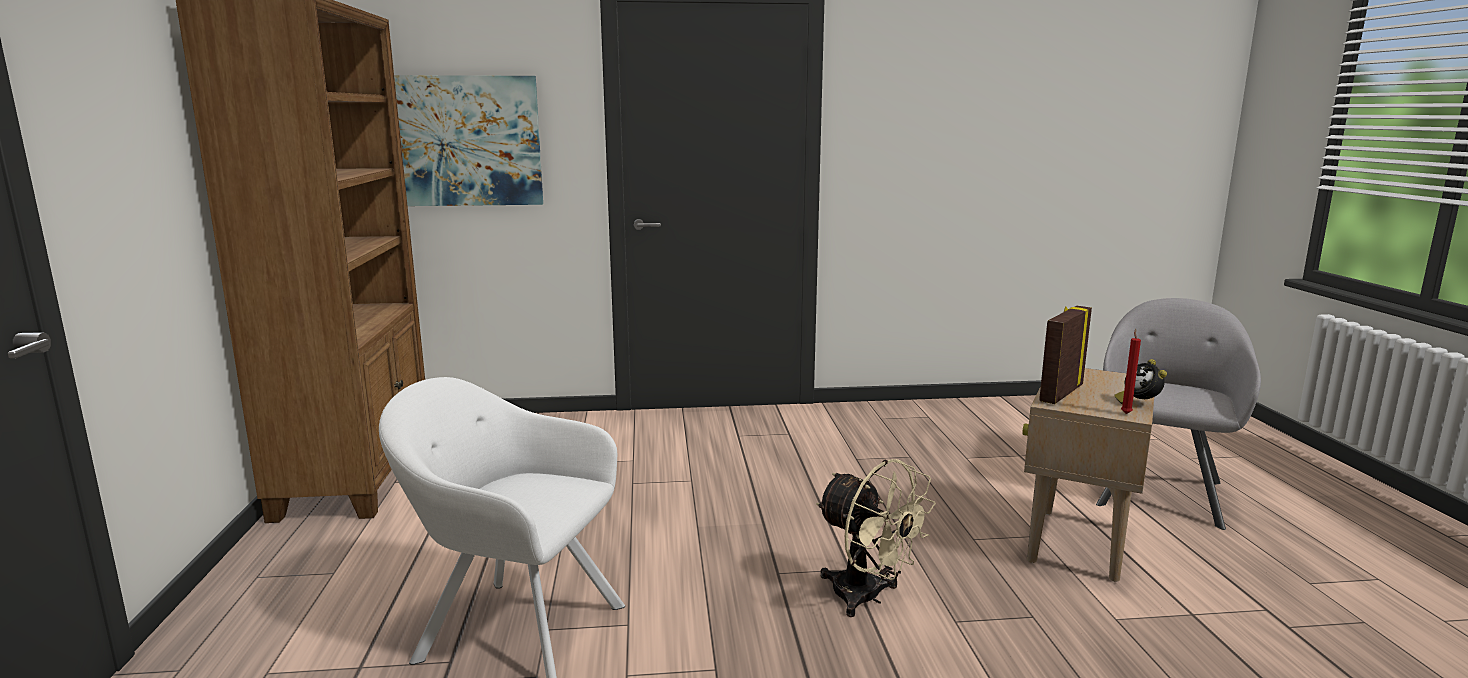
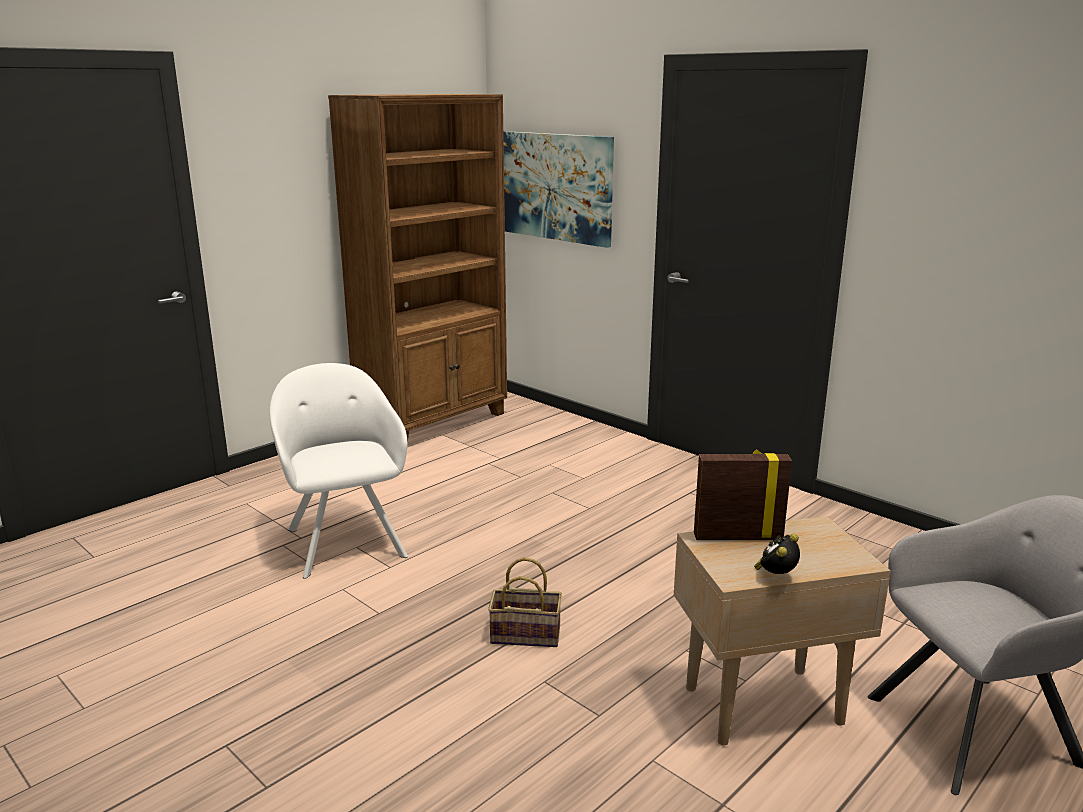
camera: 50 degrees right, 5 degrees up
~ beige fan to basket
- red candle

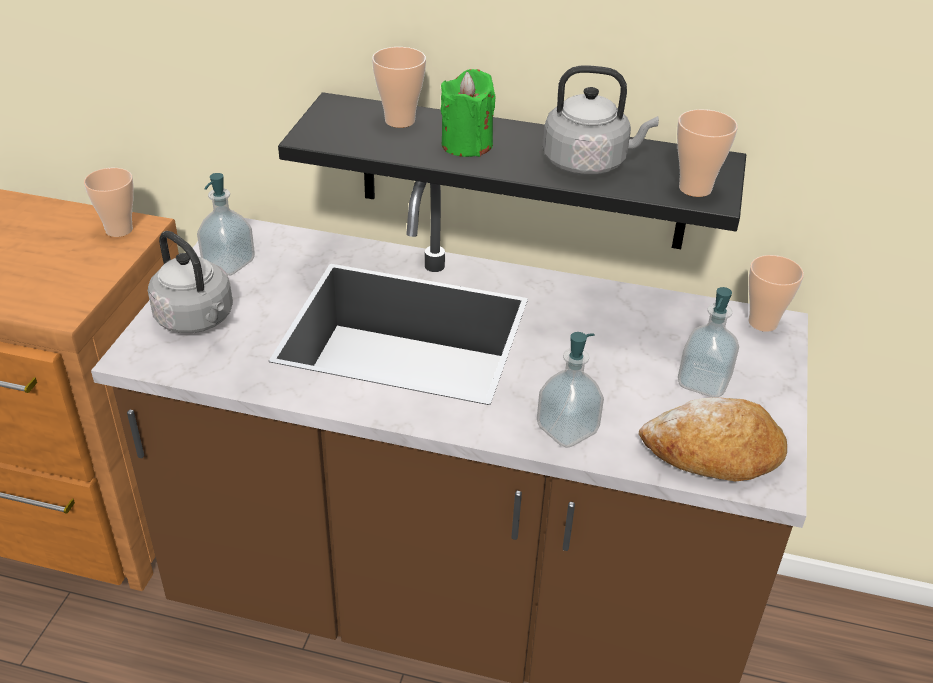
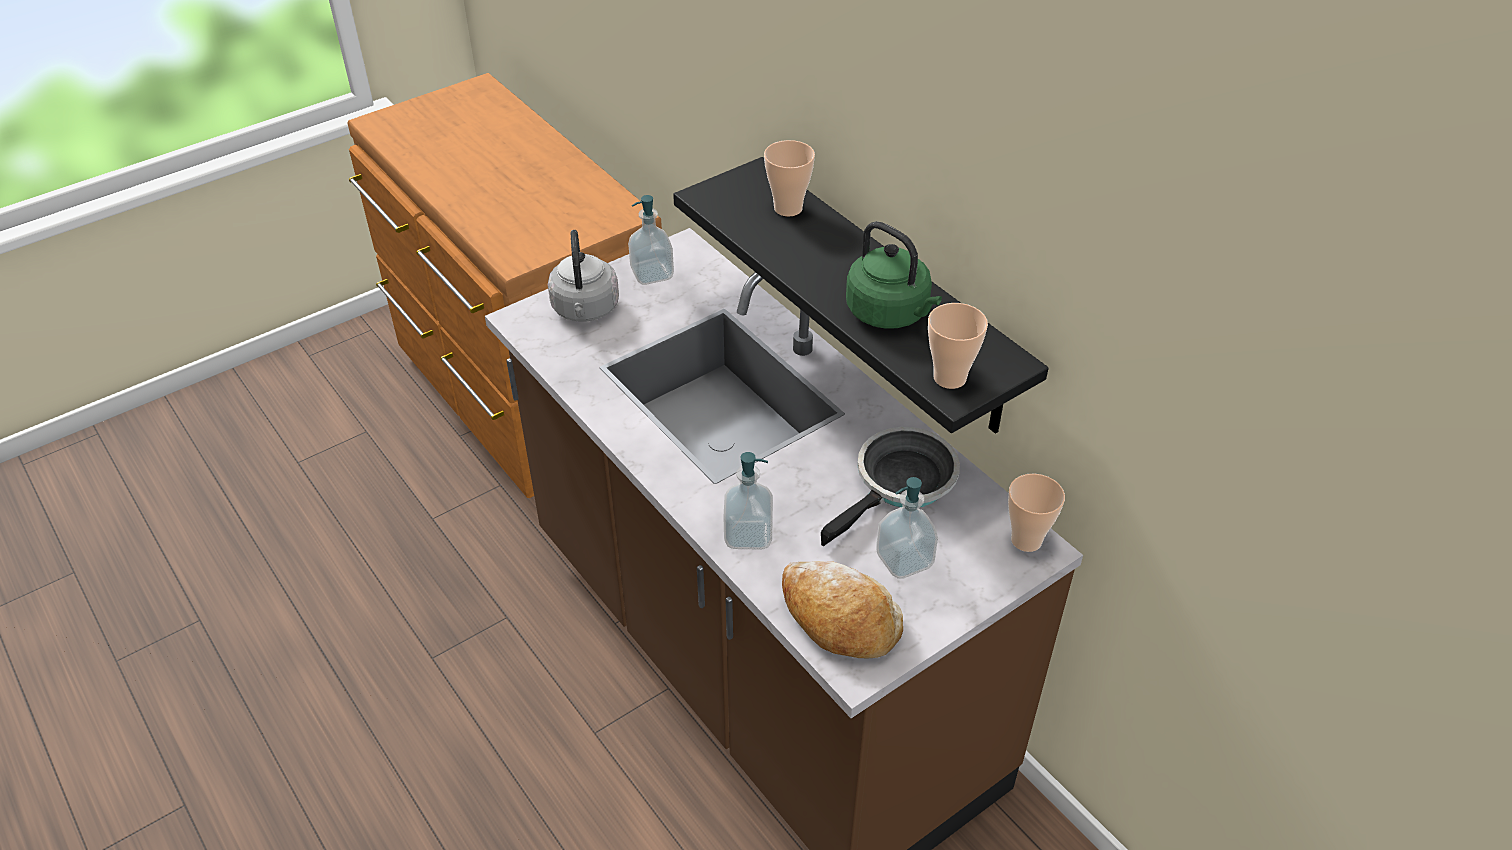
camera: 40 degrees right, 5 degrees up
- cup (1st from left)
- green candle
~ grey kettle (2nd from left) to green kettle
+ frying pan

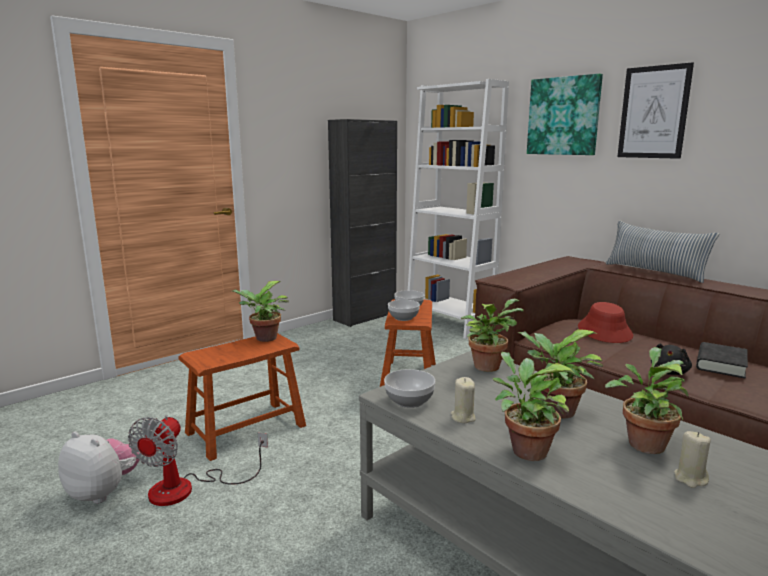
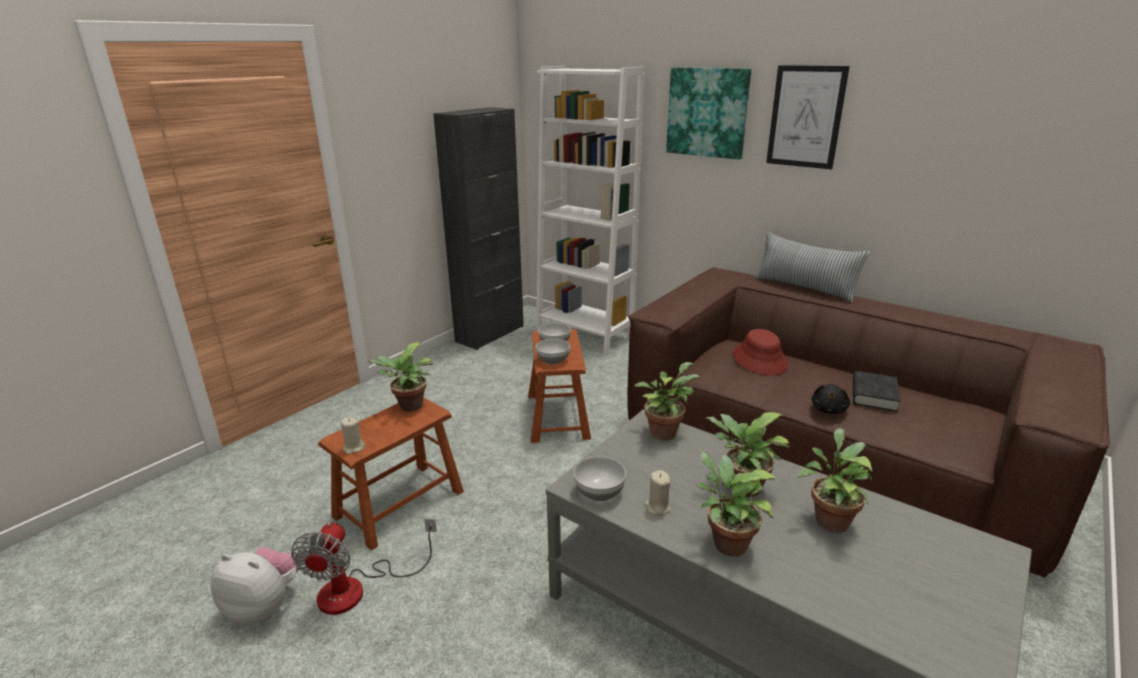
camera: 10 degrees left, 10 degrees up
~ beige candle (2nd from left in the first image) to beige candle (1st from left)

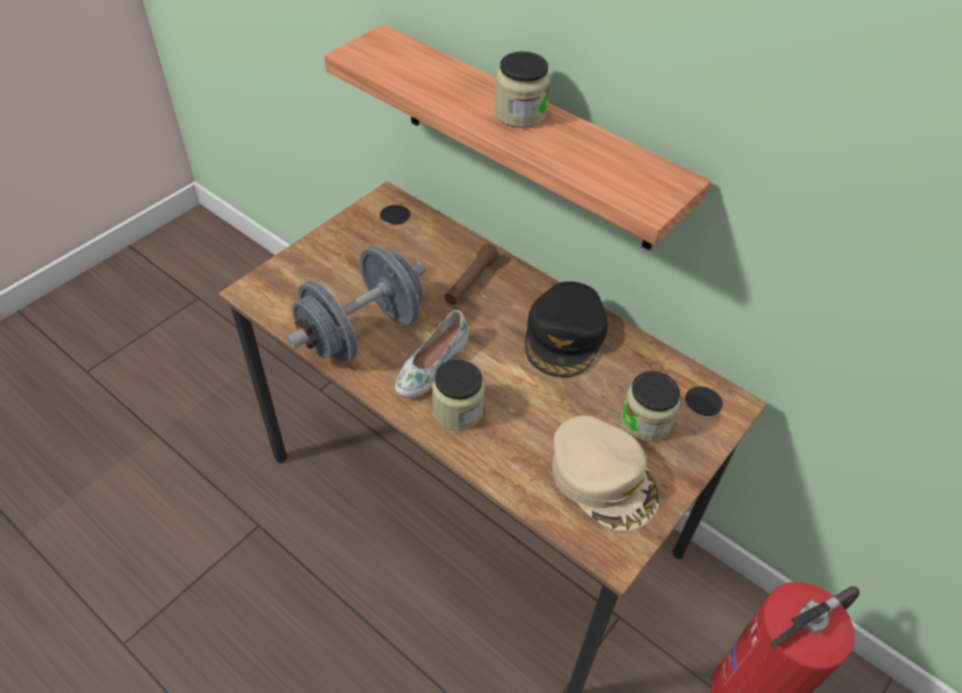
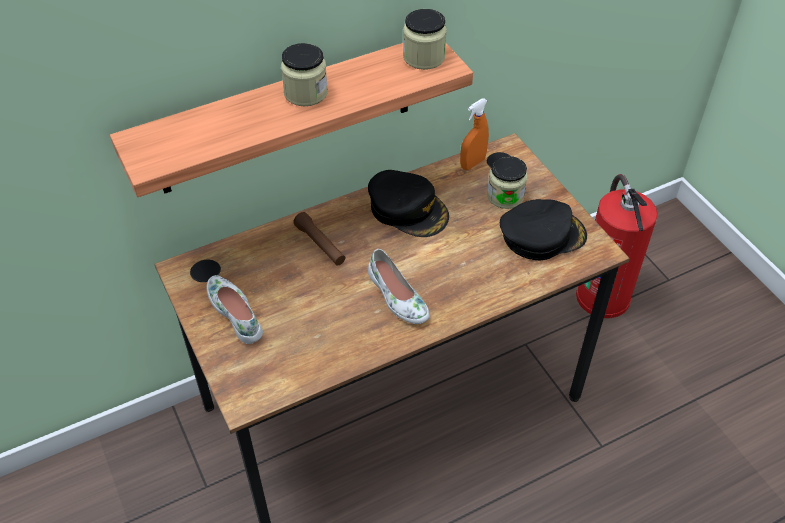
camera: 65 degrees left, 0 degrees up
- grey dumbbell
~ jar (1st from left in the first image) to jar (2nd from left)
~ beige cap to black cap (2nd from left)
+ white shoe (1st from left)
+ orange spray bottle

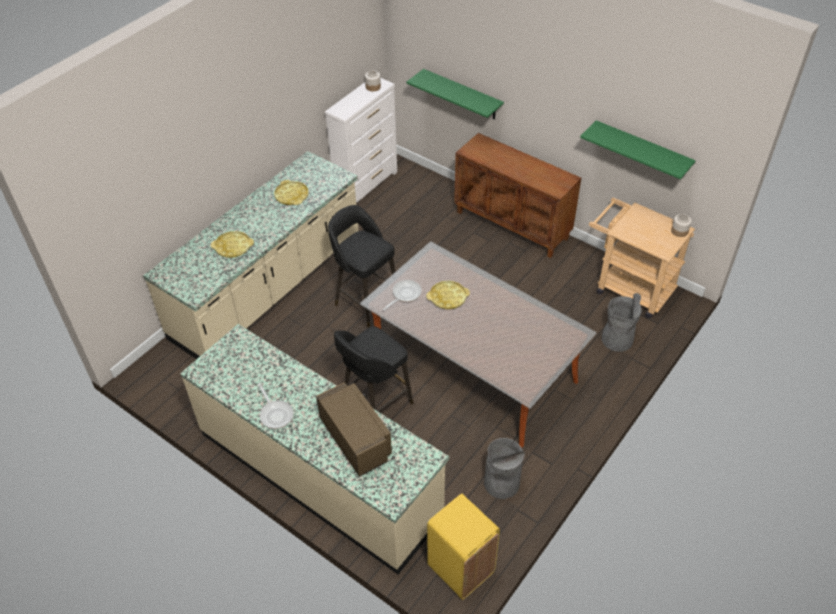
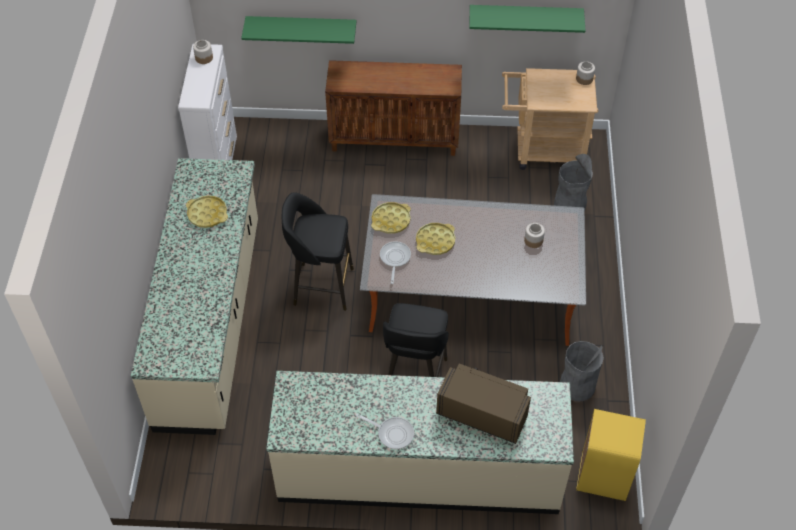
camera: 35 degrees left, 5 degrees up
~ yellow tray (1st from left in the first image) to yellow tray (2nd from left)
+ jar (2nd from left)

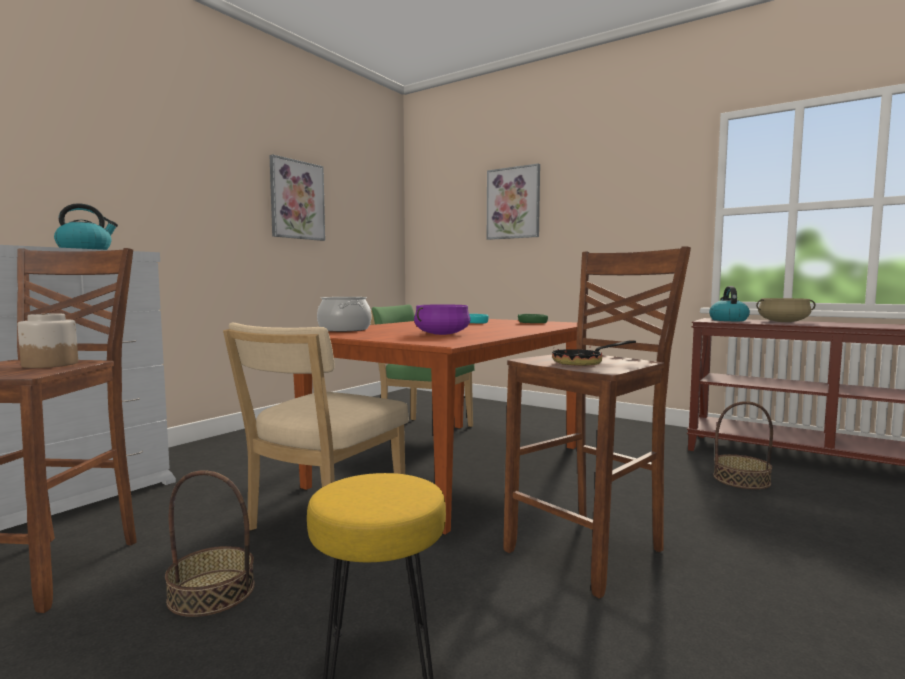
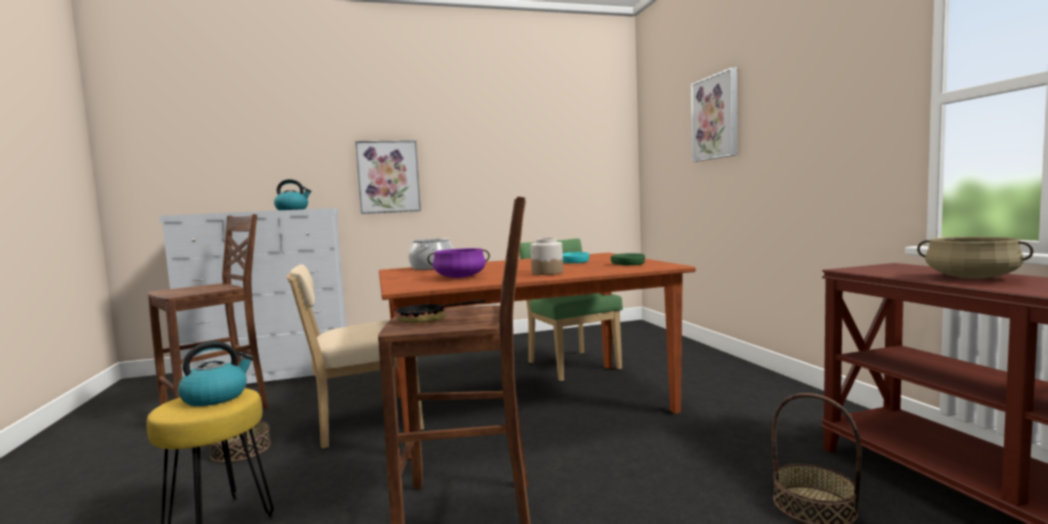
camera: 40 degrees right, 0 degrees up
~ jar
~ picture (1st from left)
~ kettle (2nd from left in the first image) to kettle (1st from left)

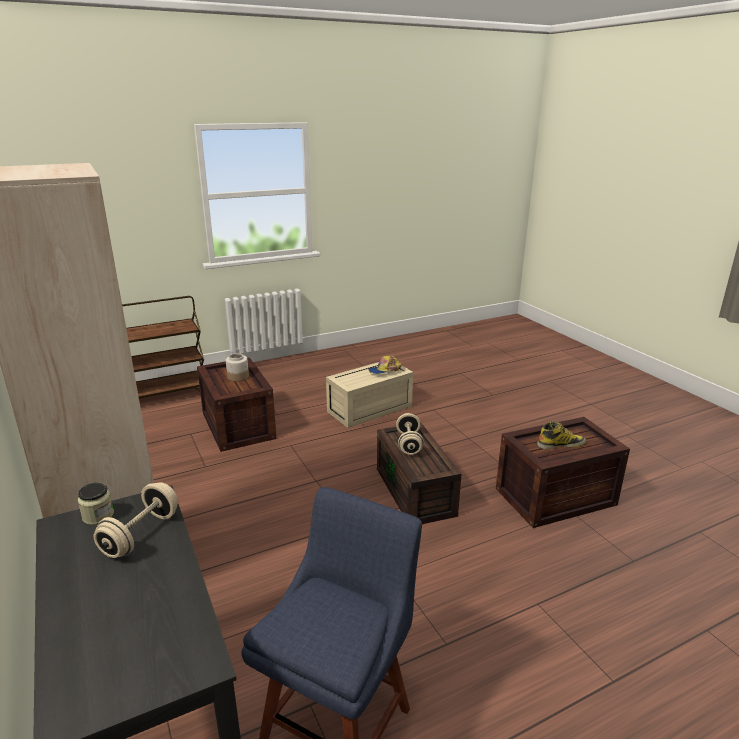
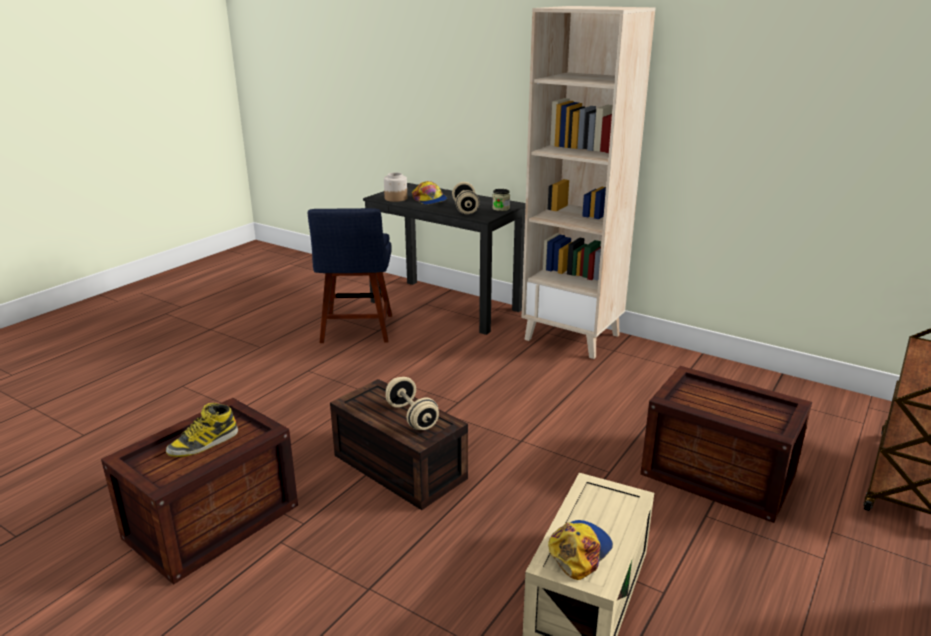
camera: 150 degrees right, 0 degrees up
~ jar (2nd from left in the first image) to jar (1st from left)
+ cap (1st from left)

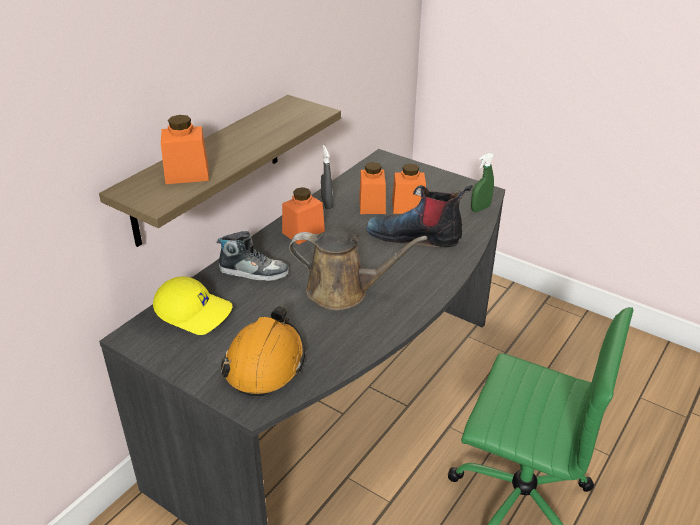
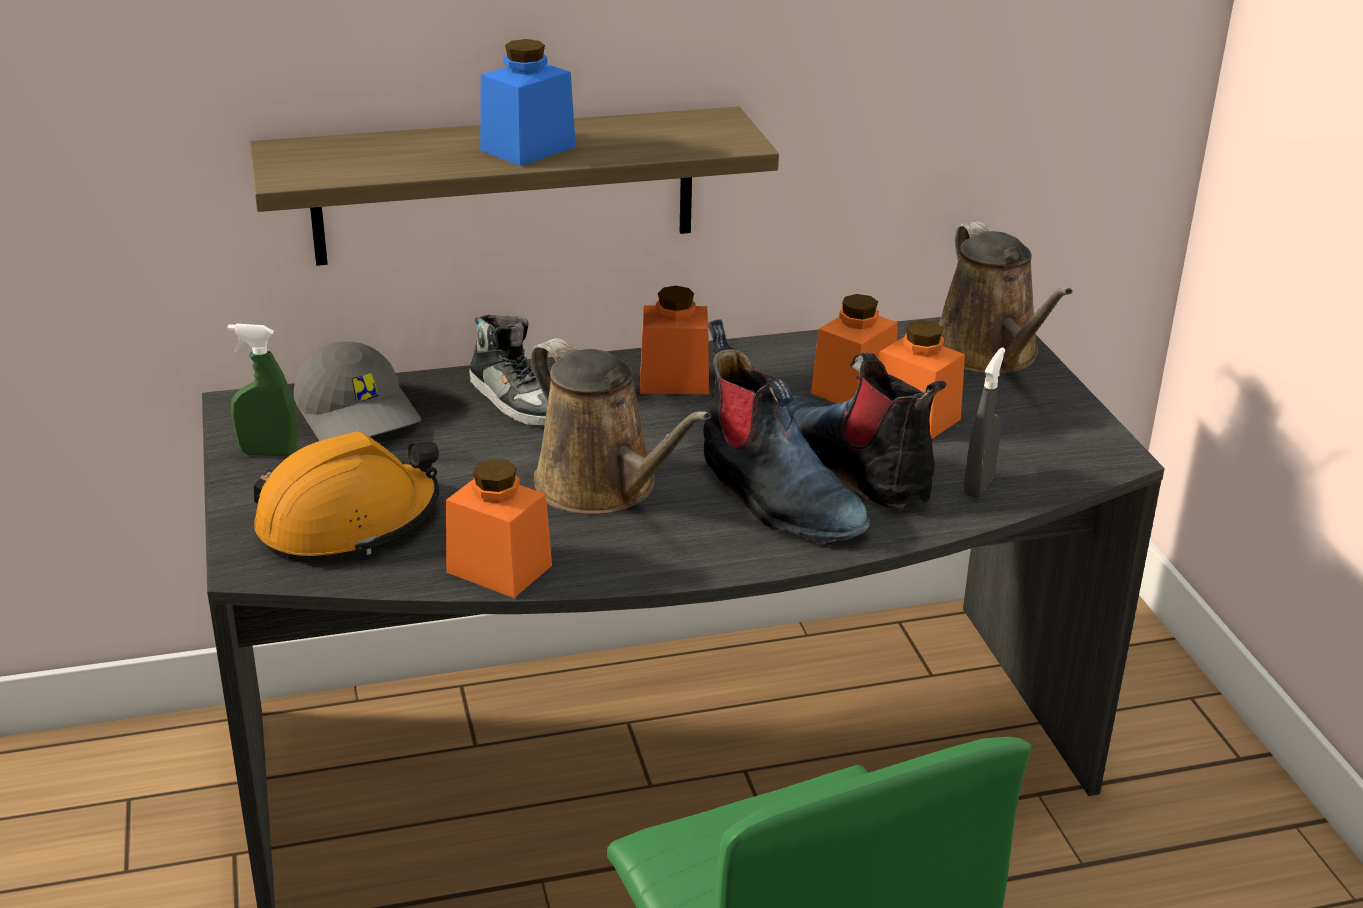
camera: 40 degrees right, 5 degrees down
~ yellow cap to grey cap
~ orange jar (1st from left)
~ grey spray bottle
~ green spray bottle
+ blue jar
+ boot (1st from left)
+ brown watering can (2nd from left)

